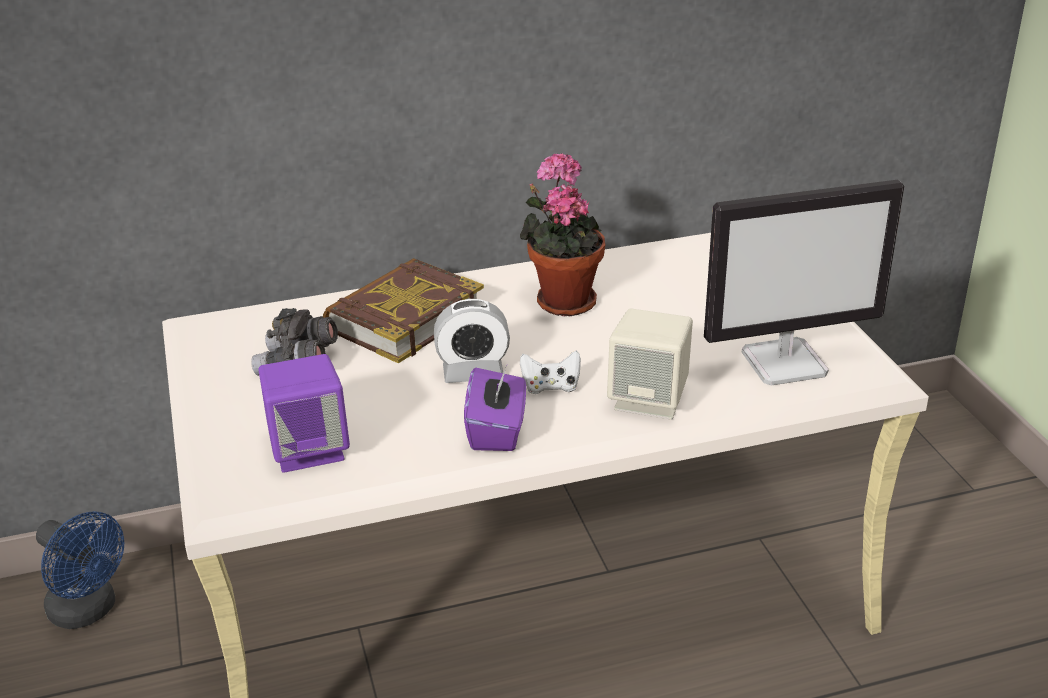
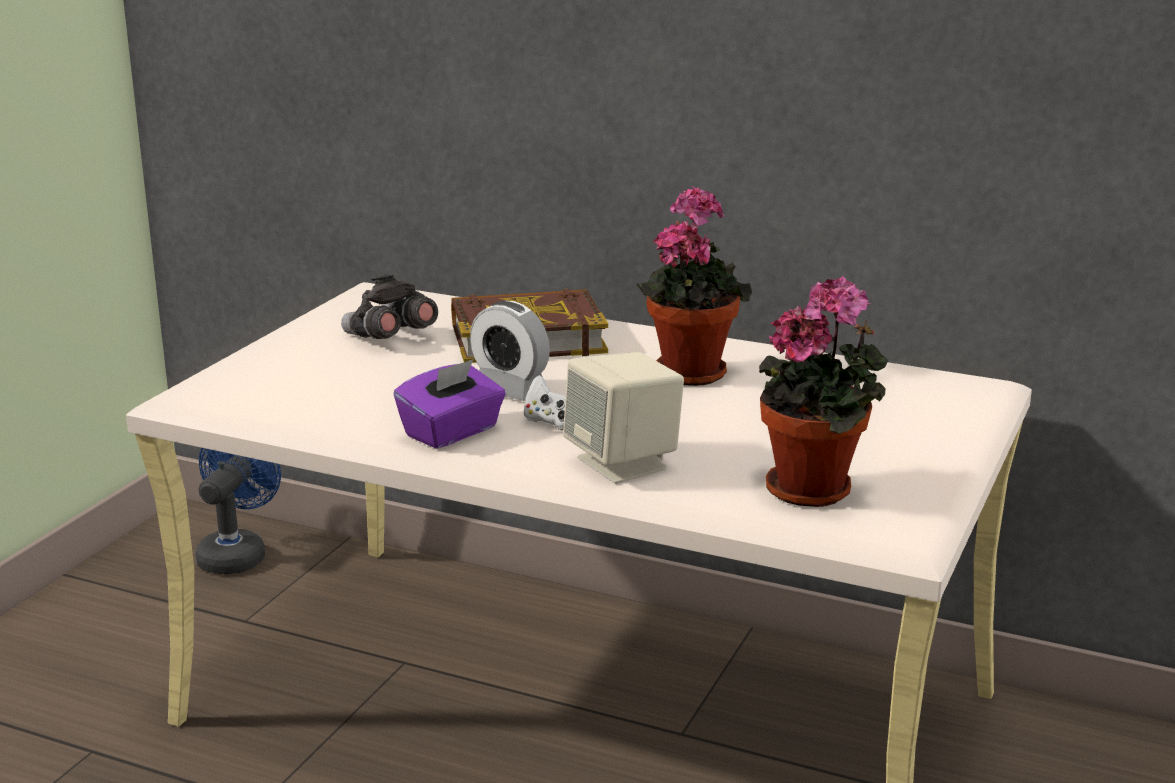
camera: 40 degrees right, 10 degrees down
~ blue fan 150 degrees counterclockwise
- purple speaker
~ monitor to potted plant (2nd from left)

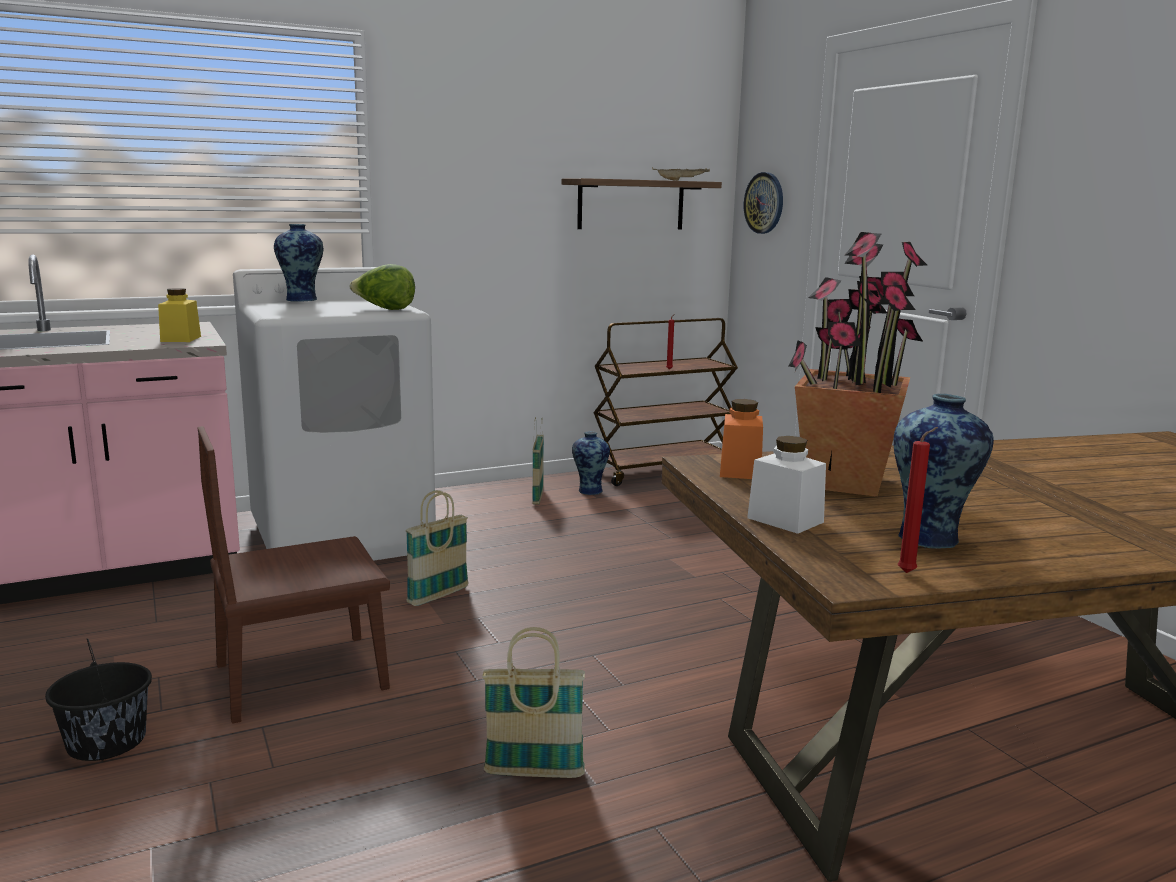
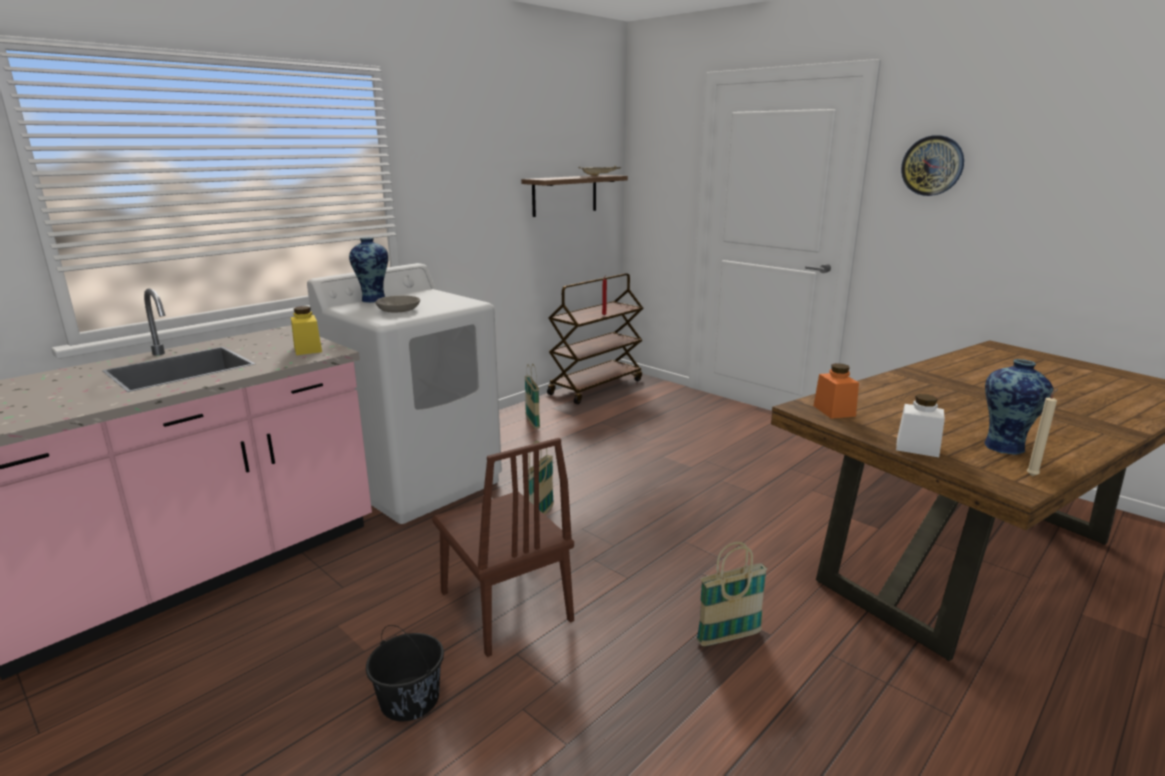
camera: 20 degrees left, 5 degrees up
~ brown chair 75 degrees counterclockwise
- lettuce
- vase (2nd from left)
~ wall clock
- potted plant
~ red candle (2nd from left) to beige candle
+ grey bowl

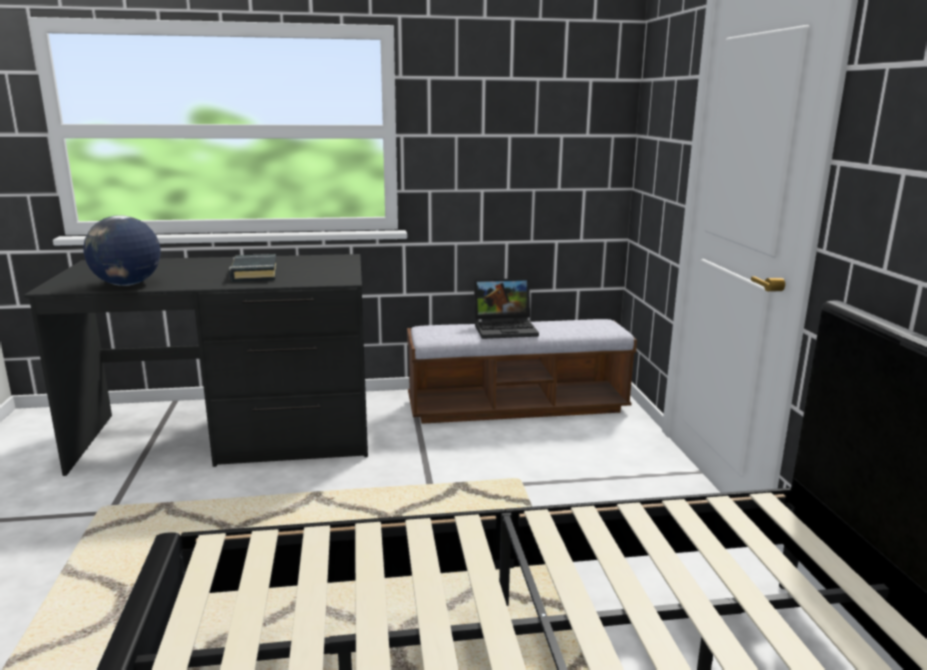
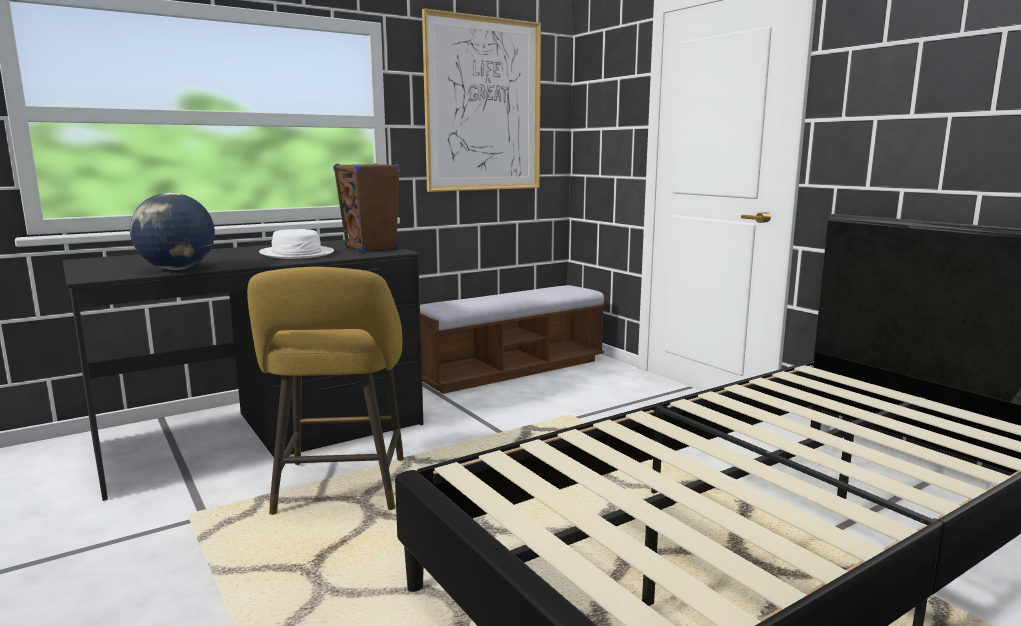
camera: 25 degrees left, 5 degrees down
~ black book to white hat
- laptop
+ yellow stool
+ brown speaker
+ picture

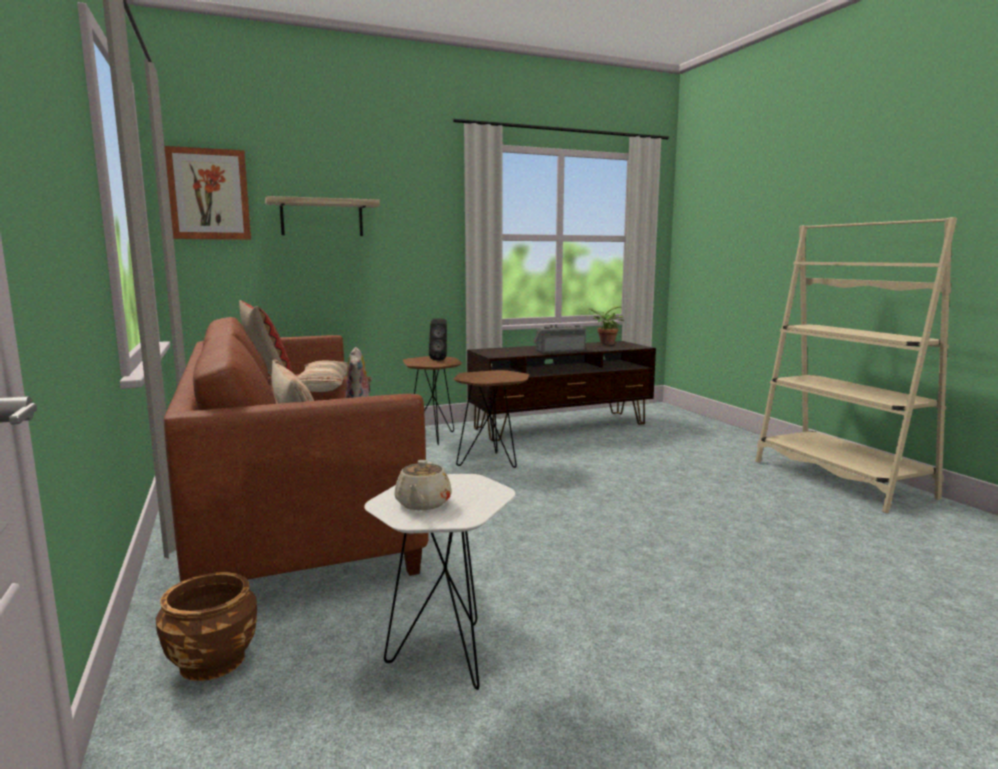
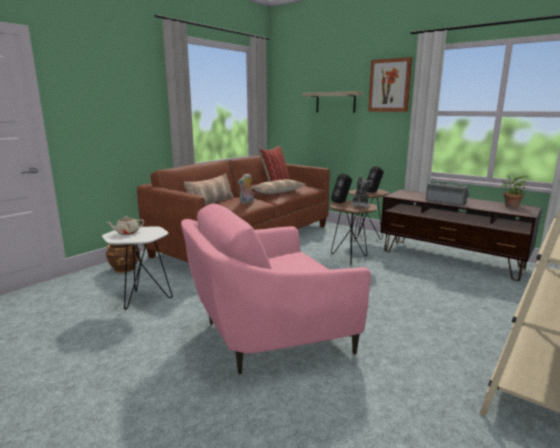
camera: 60 degrees right, 5 degrees up
~ picture
+ pink armchair
+ black speaker (1st from left)
+ plush toy (2nd from left)

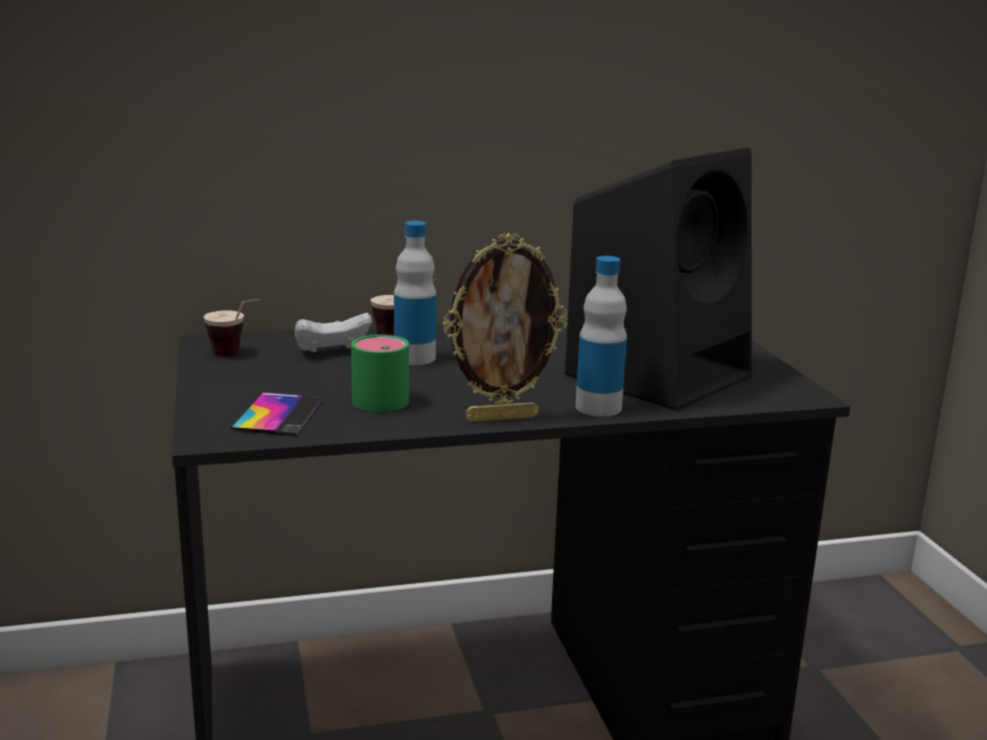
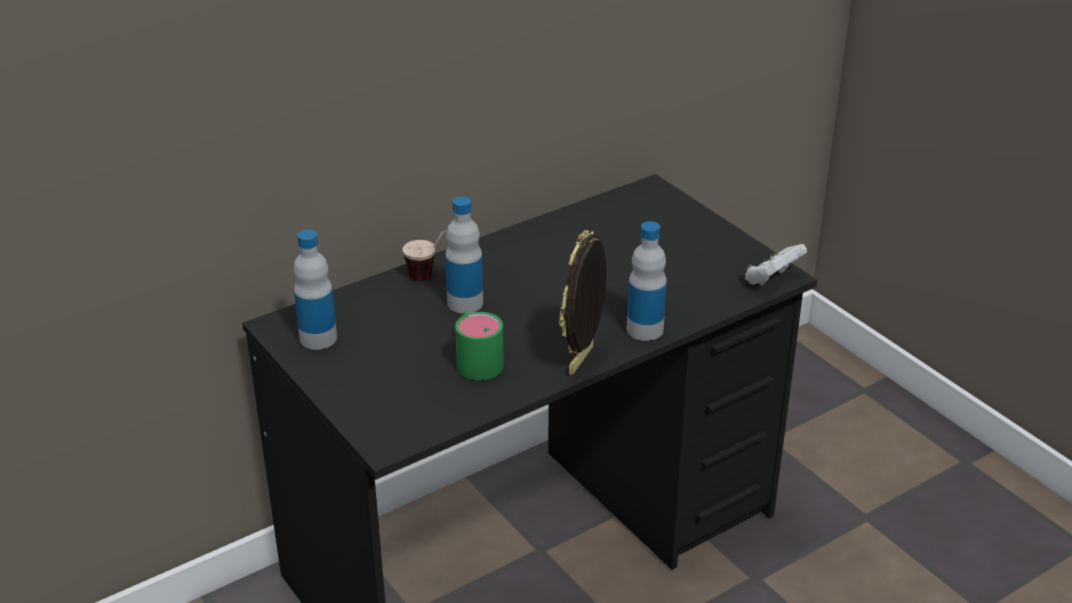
camera: 20 degrees left, 15 degrees up
~ cup (1st from left) to bottle (1st from left)
- phone
~ white game controller
~ picture frame 150 degrees clockwise
- black speaker

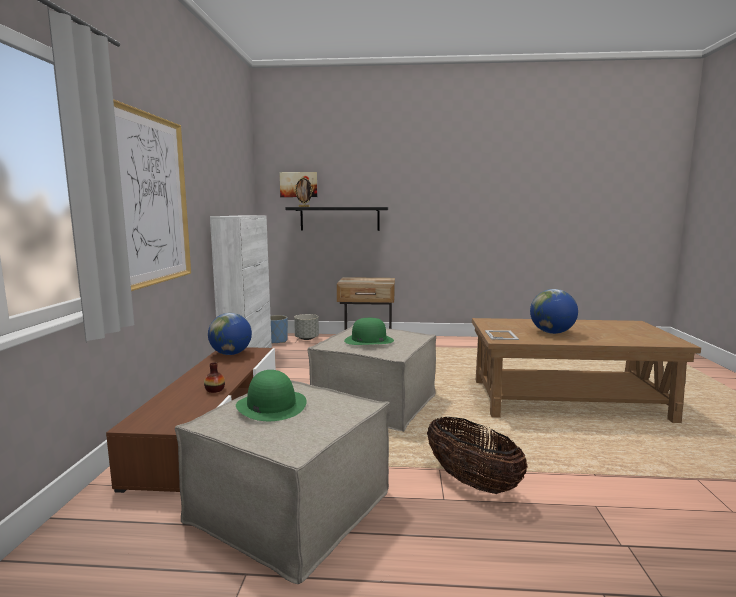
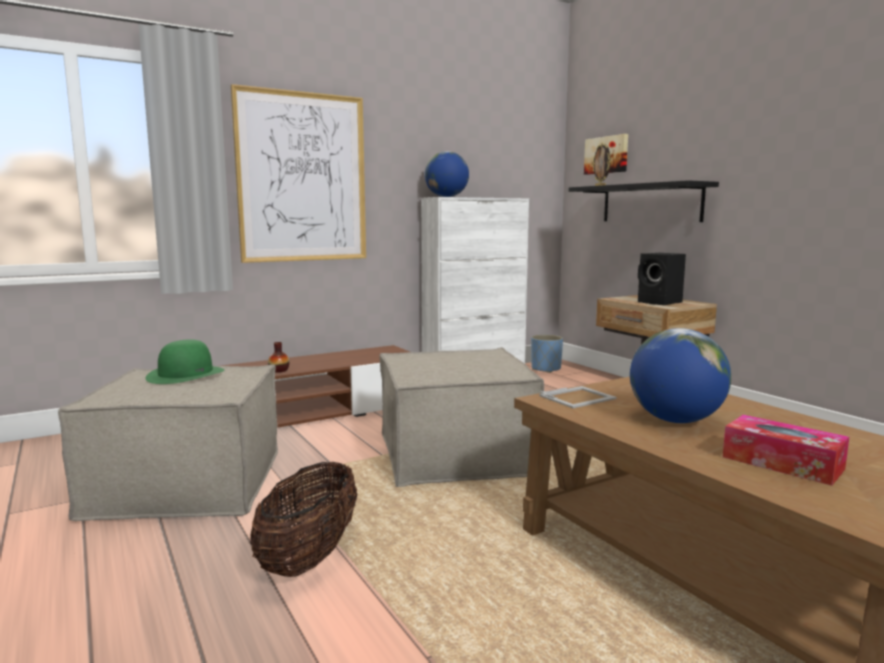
camera: 55 degrees right, 0 degrees up
~ globe (1st from left)
- grey planter
- green hat (2nd from left)
+ black speaker
+ tissue box

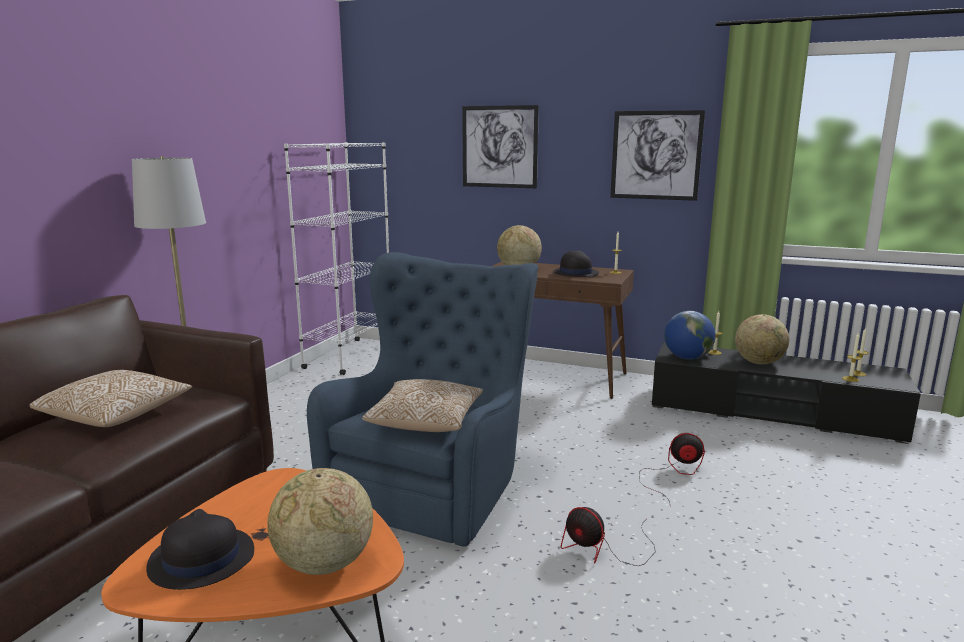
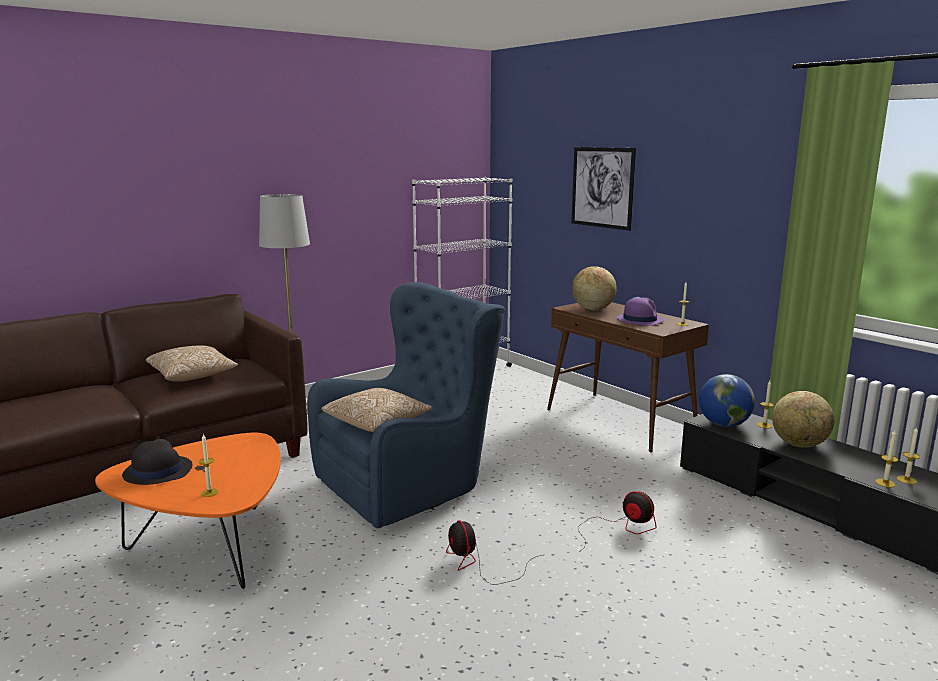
camera: 30 degrees right, 0 degrees up
~ globe (1st from left) to candle (1st from left)
~ black hat (2nd from left) to purple hat
- picture (2nd from left)

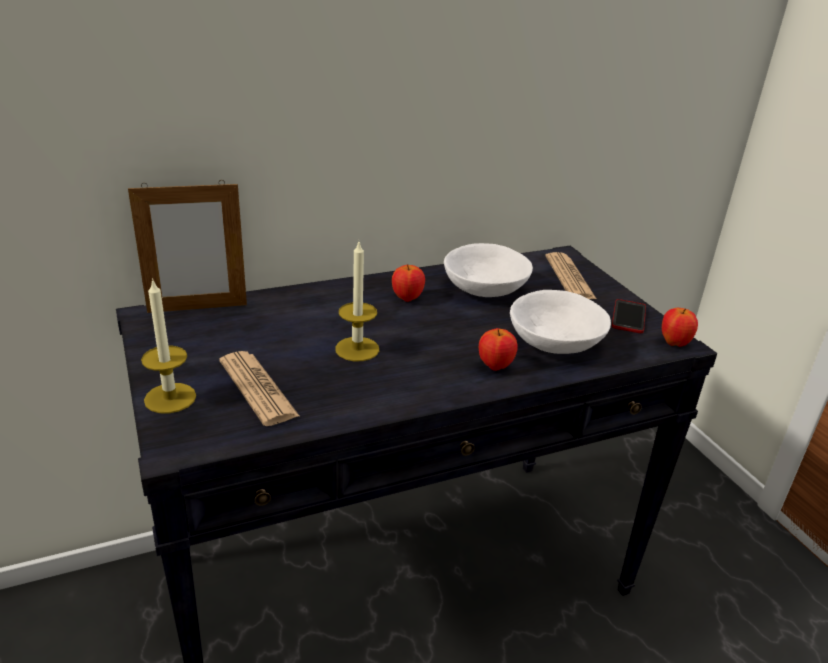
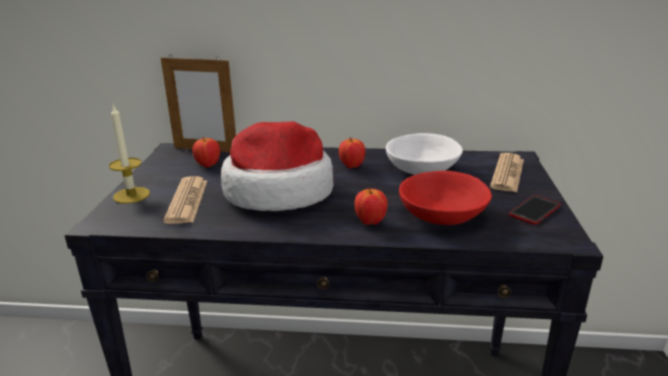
camera: 30 degrees right, 5 degrees down
~ candle (2nd from left) to hat
~ white bowl (2nd from left) to red bowl
~ apple (3rd from left in the first image) to apple (1st from left)

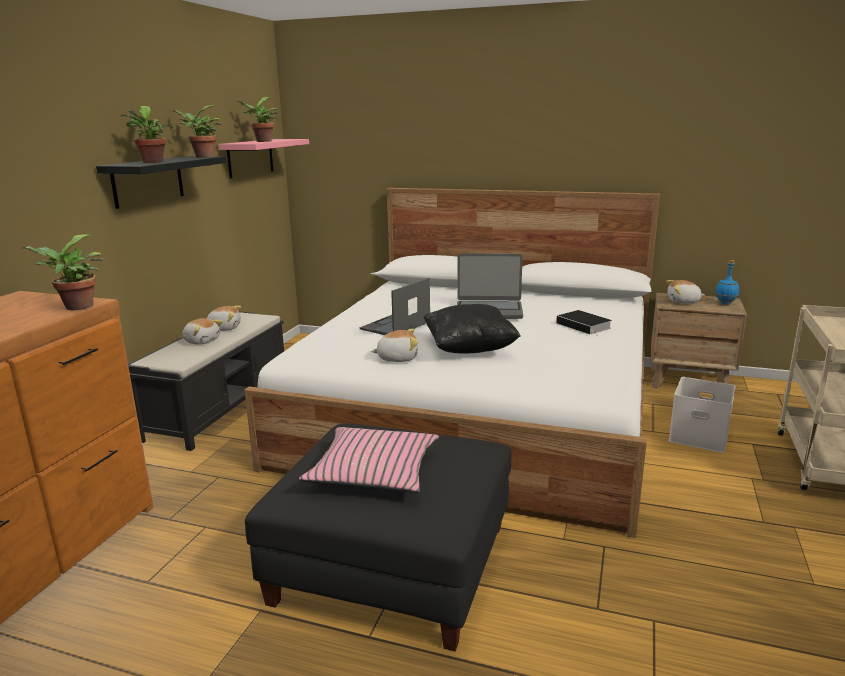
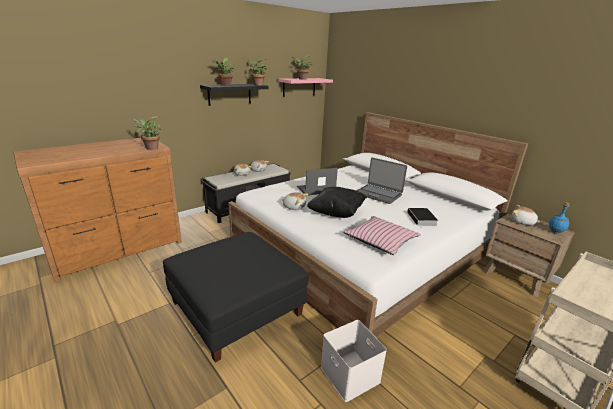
camera: 30 degrees right, 5 degrees up
~ pink pillow
~ white storage box

